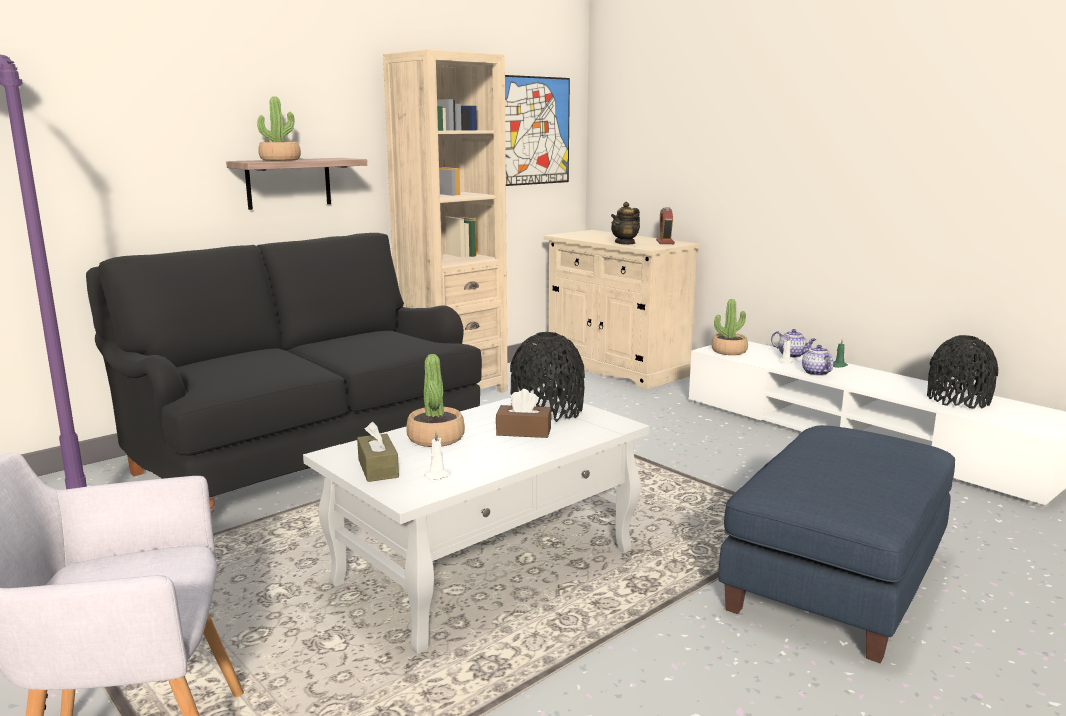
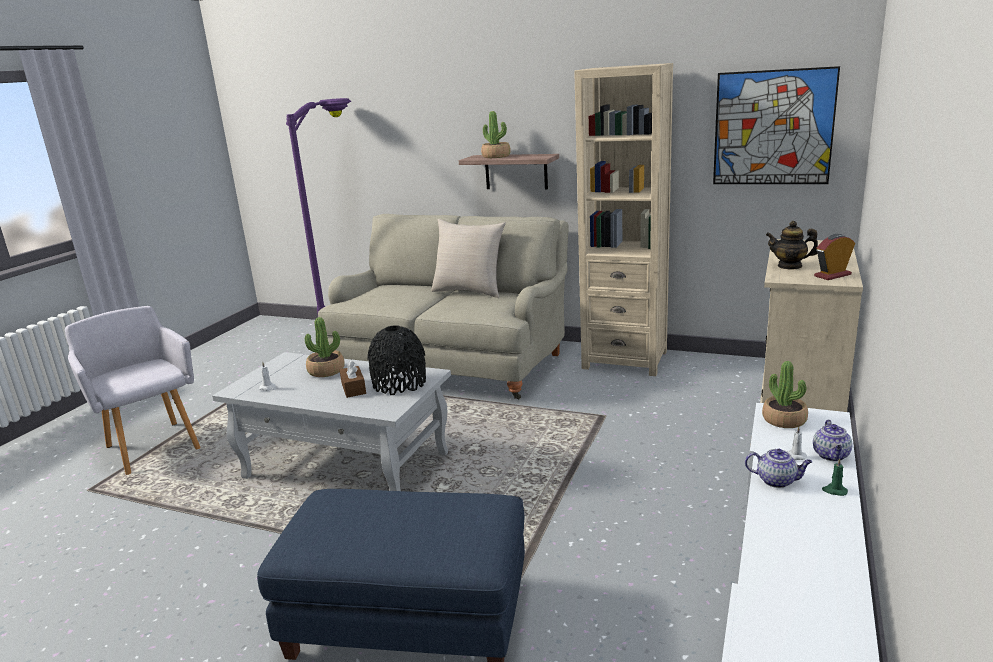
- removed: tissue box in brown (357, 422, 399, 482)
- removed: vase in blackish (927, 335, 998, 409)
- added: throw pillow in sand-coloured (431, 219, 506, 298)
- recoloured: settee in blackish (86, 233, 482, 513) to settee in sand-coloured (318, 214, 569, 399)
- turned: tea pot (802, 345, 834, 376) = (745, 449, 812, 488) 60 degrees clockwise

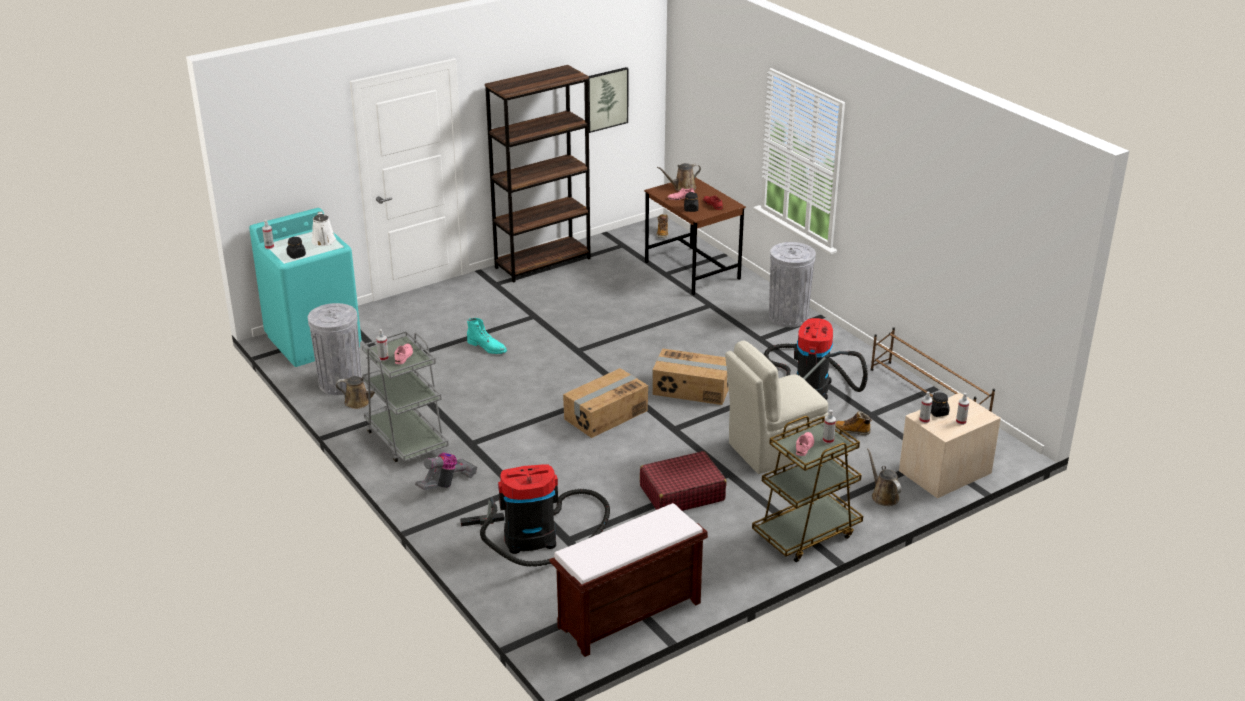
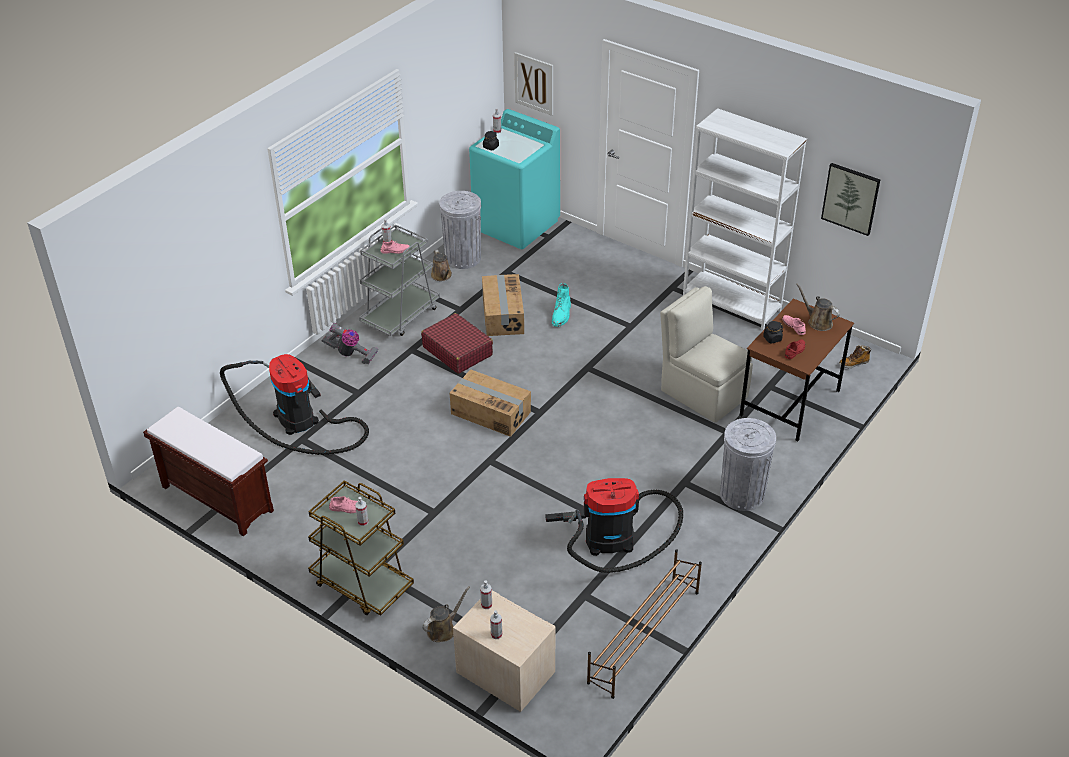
- removed: watering pot in white (311, 211, 336, 246)
- removed: tall boot (835, 411, 872, 435)
- removed: preserve jar in blackish (931, 392, 950, 417)
- added: picture (514, 52, 553, 116)
- moved: travel case in reddish (640, 451, 727, 511) to (421, 313, 493, 374)
- moved: carton (652, 349, 729, 405) to (482, 274, 524, 336)
- moved: plain chair in sand-coloured (725, 341, 829, 474) to (660, 286, 753, 422)
- recoloured: bookshelf in brown (485, 65, 591, 283) to bookshelf in white (683, 108, 807, 330)

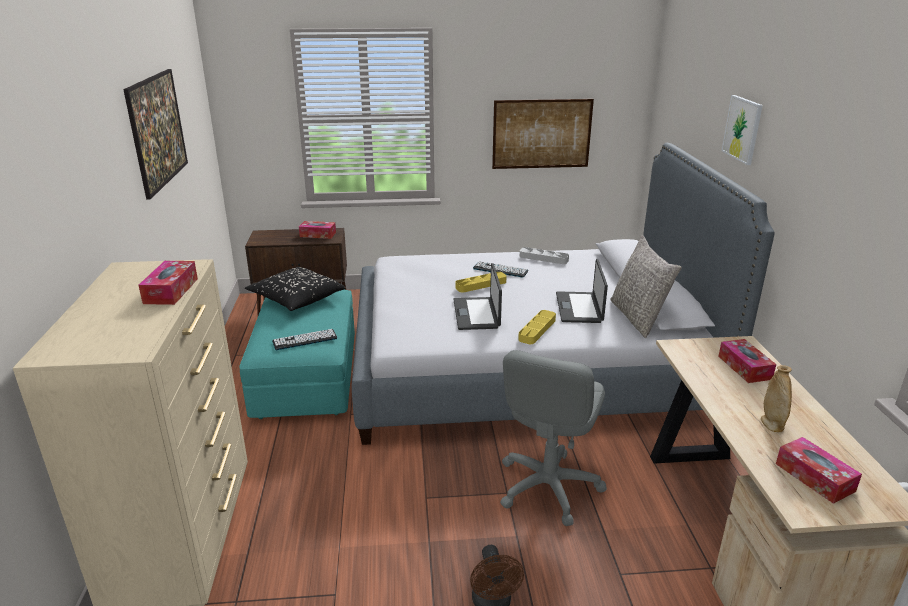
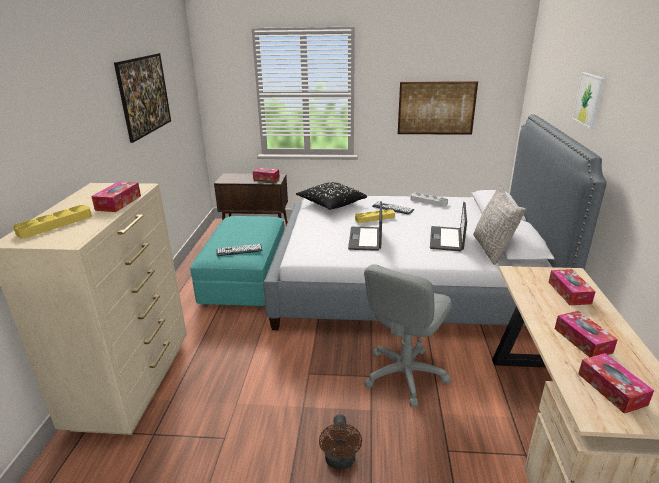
- moved: throw pillow in blackish (245, 267, 345, 311) to (296, 182, 367, 210)
- moved: carrying tray in yellow-coloured (518, 310, 556, 344) to (13, 205, 92, 238)
- replaced: vase in sand-coloured (761, 365, 792, 432) to tissue box (555, 311, 618, 357)

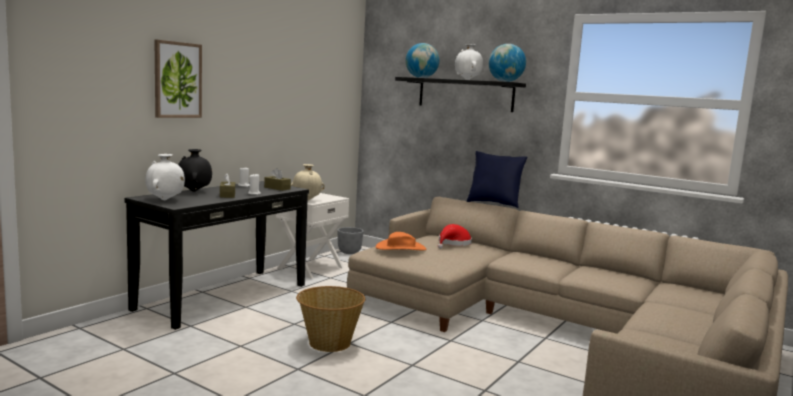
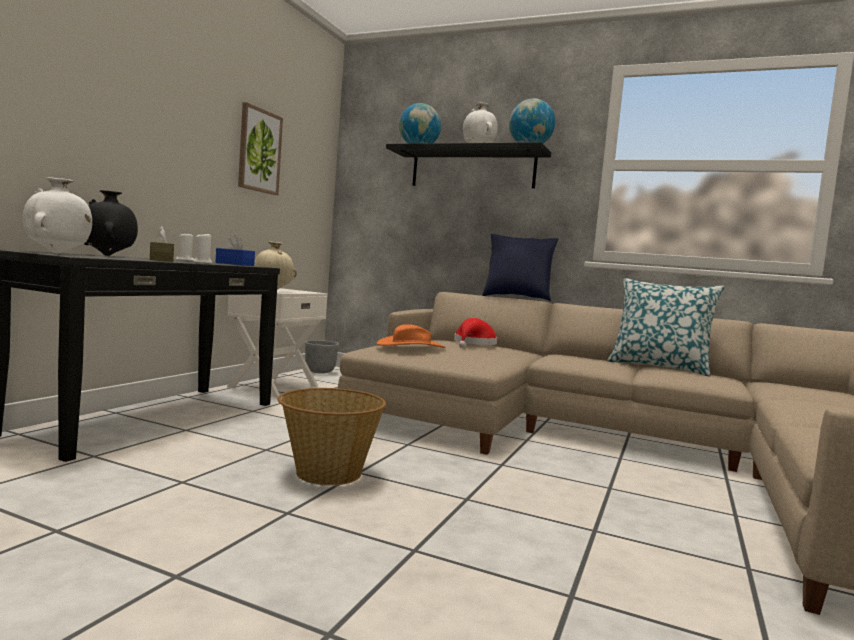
- added: throw pillow (607, 278, 724, 377)
- moved: picture (155, 40, 202, 118) to (238, 102, 283, 195)
- recoloured: tissue box in brown (264, 168, 291, 191) to tissue box in blue (215, 235, 255, 266)

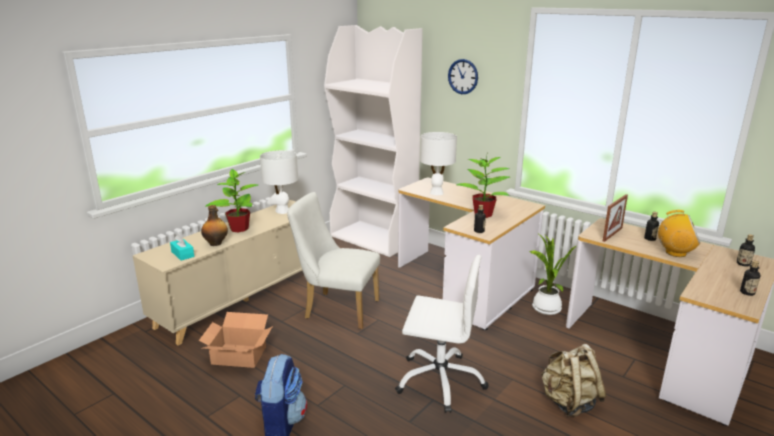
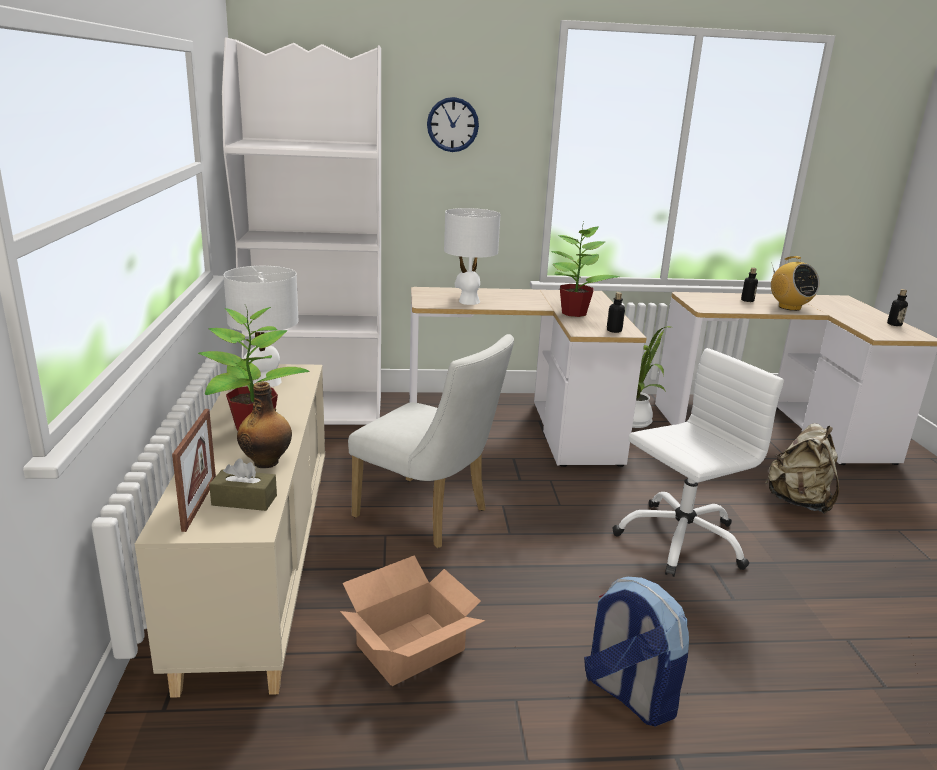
- removed: beverage bottle (737, 235, 755, 266)
- moved: standing frame (603, 194, 628, 242) to (172, 409, 216, 532)
- recoloured: tissue box in turquoise (170, 235, 194, 261) to tissue box in brown (209, 458, 277, 511)
- turned: plain chair in white (287, 192, 380, 329) = (348, 334, 514, 548) 120 degrees counterclockwise
- turned: radio set (658, 210, 700, 257) = (771, 256, 820, 311) 90 degrees clockwise

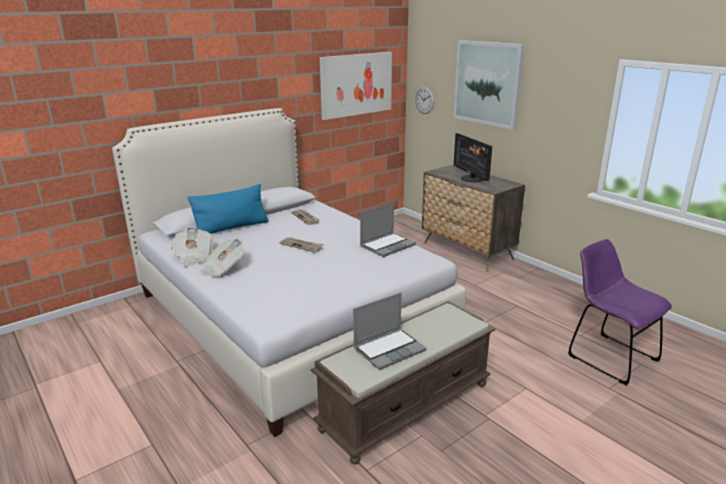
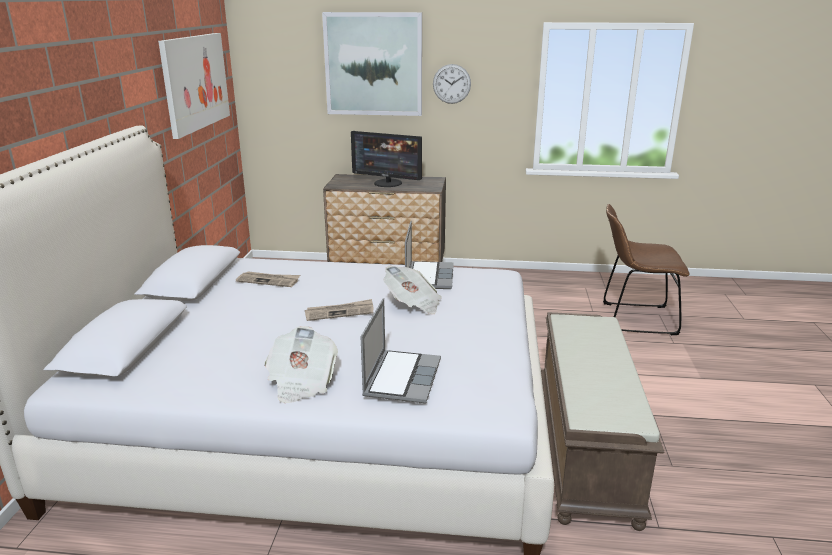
- removed: throw pillow in blue (188, 184, 269, 234)
- moved: printed paper (171, 227, 213, 267) to (383, 266, 442, 314)
- moved: laptop (353, 293, 427, 370) to (361, 298, 441, 403)
- moved: wall clock (415, 86, 434, 114) to (433, 64, 471, 104)
- recoloured: plain chair in purplish (568, 239, 672, 385) to plain chair in brown (603, 204, 689, 335)

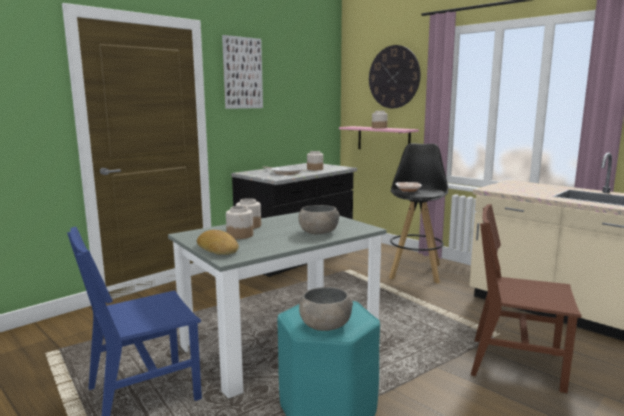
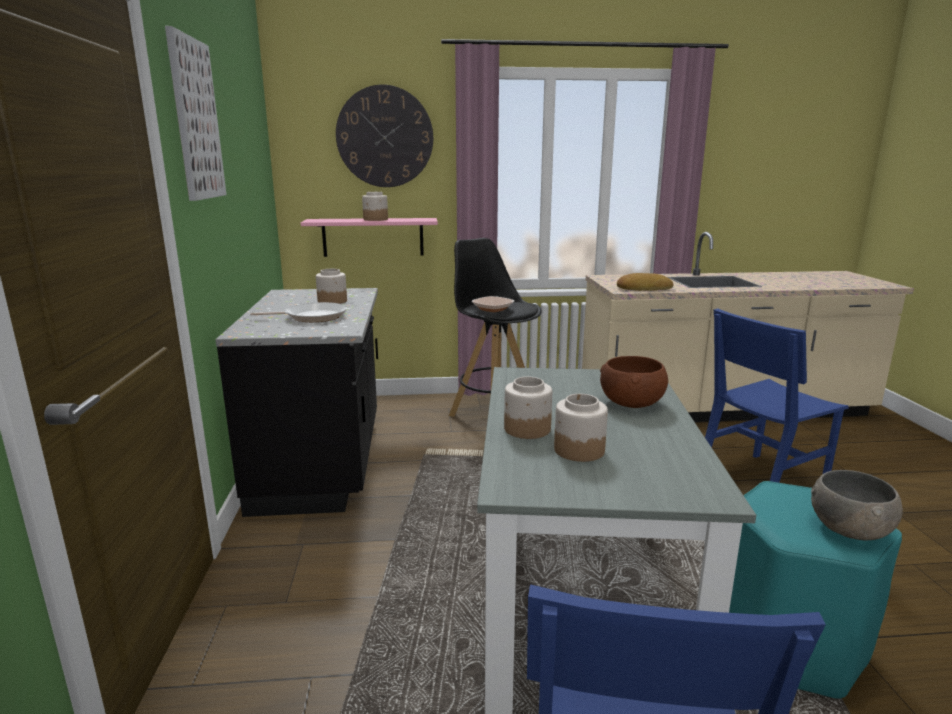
- moved: bread (197, 230, 239, 255) to (617, 273, 673, 291)
- recoloured: deep dish in greyish (298, 205, 340, 234) to deep dish in brown (600, 356, 668, 408)
- recoloured: plain chair in brown (471, 204, 582, 393) to plain chair in blue (705, 308, 849, 483)

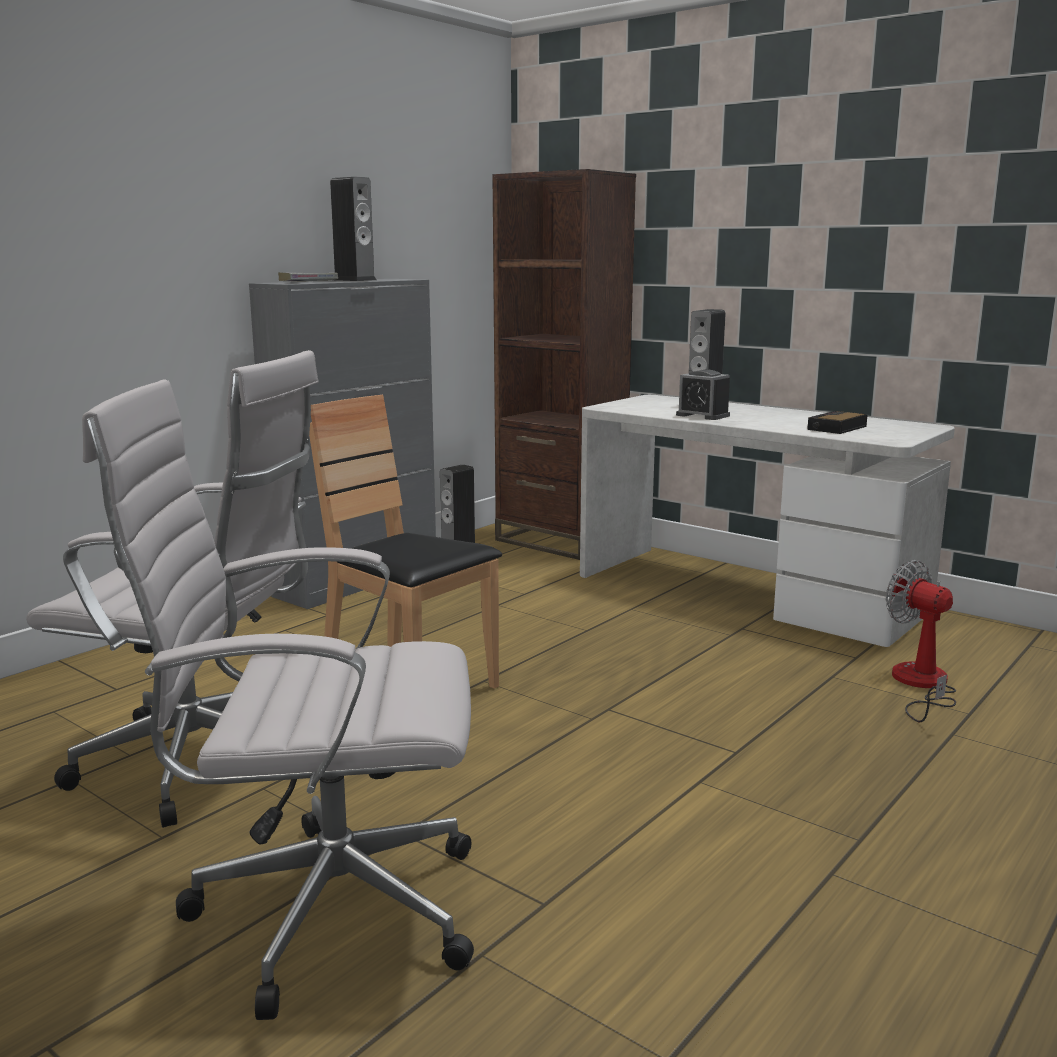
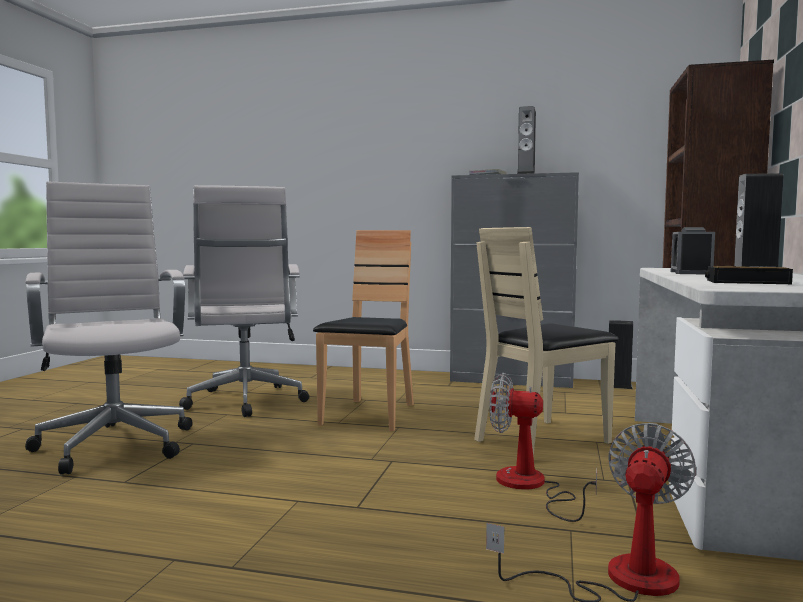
- added: plain chair in sand-coloured (474, 227, 619, 457)
- added: fan (490, 373, 597, 522)

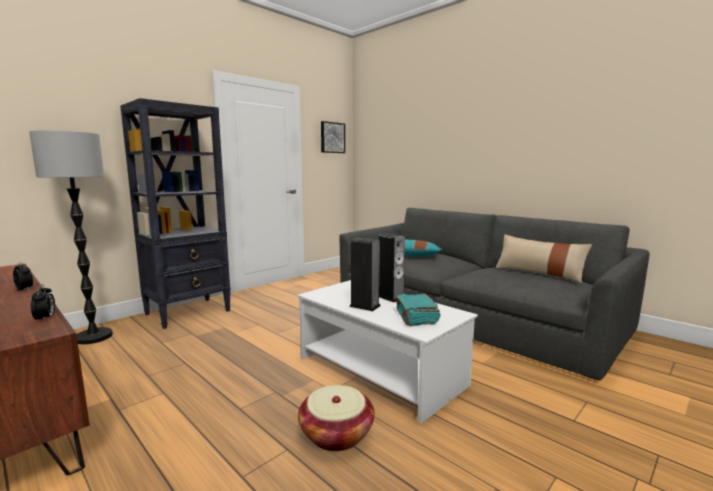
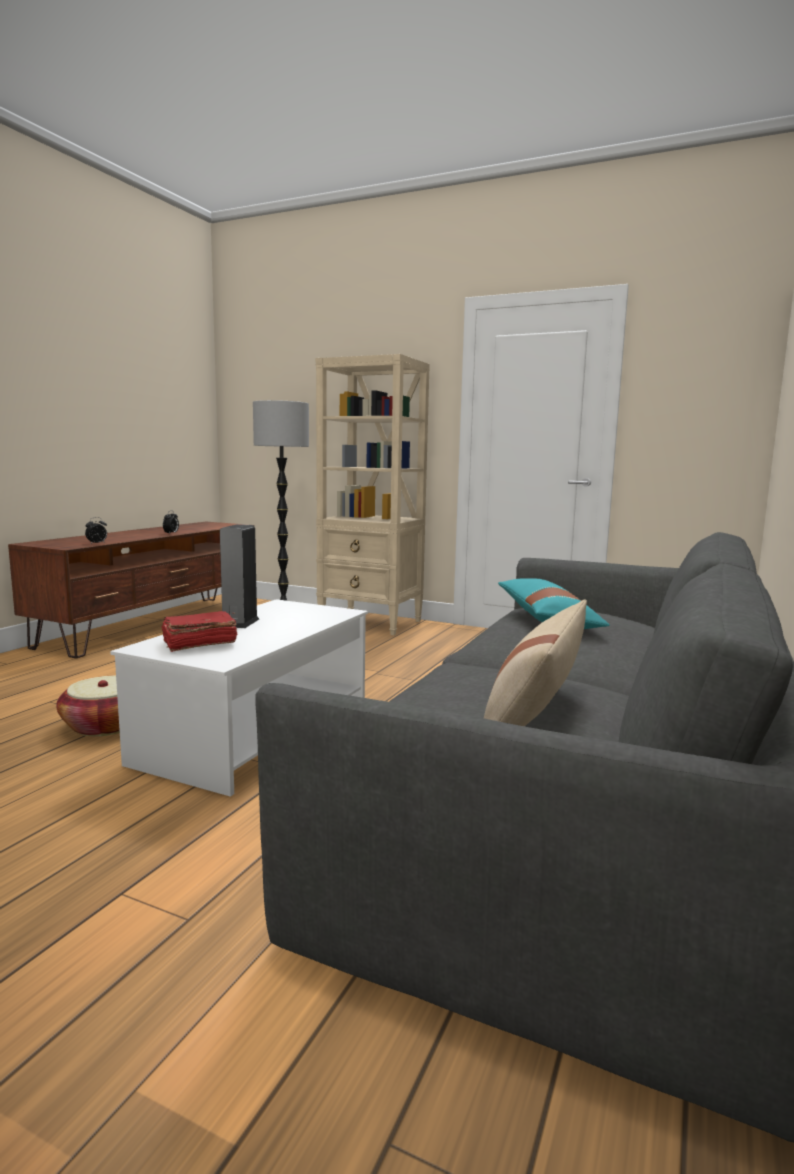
- removed: picture (321, 121, 345, 153)
- removed: loudspeaker (379, 233, 405, 302)
- recoloured: bookshelf in blackish (120, 98, 231, 329) to bookshelf in sand-coloured (316, 354, 430, 635)
- recoloured: bound book in turquoise (395, 294, 441, 326) to bound book in reddish (161, 611, 237, 652)

